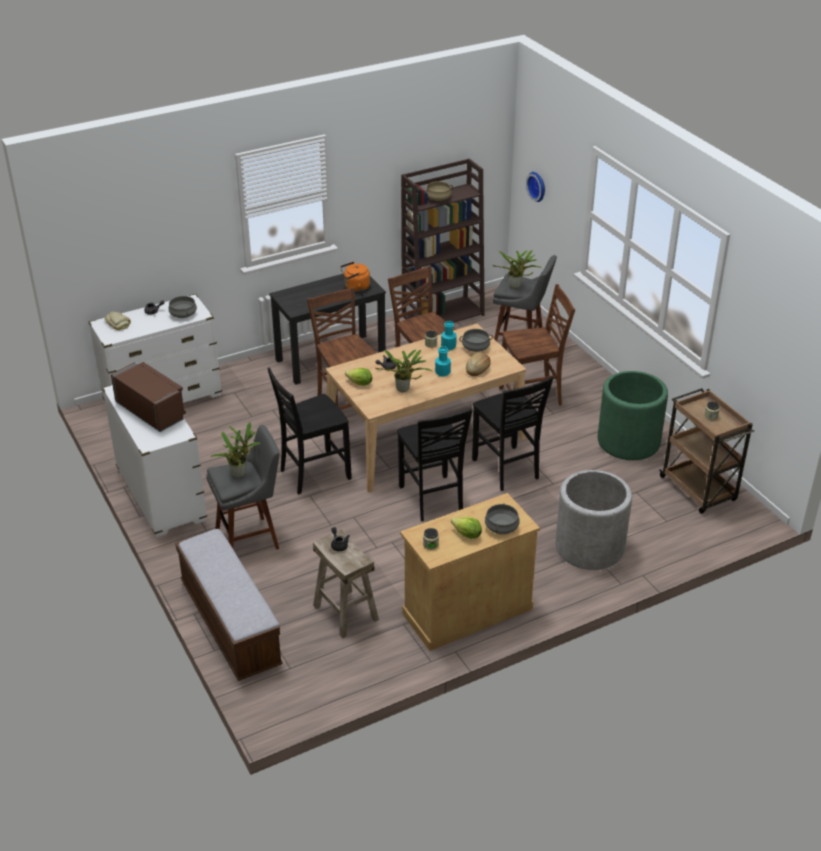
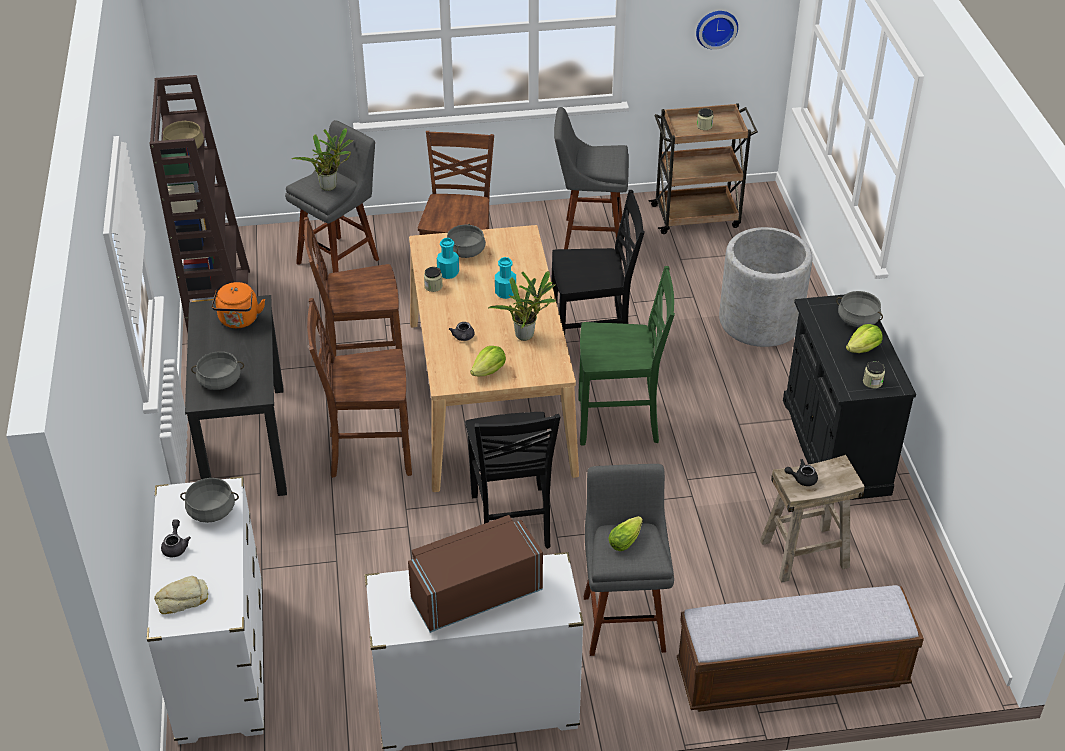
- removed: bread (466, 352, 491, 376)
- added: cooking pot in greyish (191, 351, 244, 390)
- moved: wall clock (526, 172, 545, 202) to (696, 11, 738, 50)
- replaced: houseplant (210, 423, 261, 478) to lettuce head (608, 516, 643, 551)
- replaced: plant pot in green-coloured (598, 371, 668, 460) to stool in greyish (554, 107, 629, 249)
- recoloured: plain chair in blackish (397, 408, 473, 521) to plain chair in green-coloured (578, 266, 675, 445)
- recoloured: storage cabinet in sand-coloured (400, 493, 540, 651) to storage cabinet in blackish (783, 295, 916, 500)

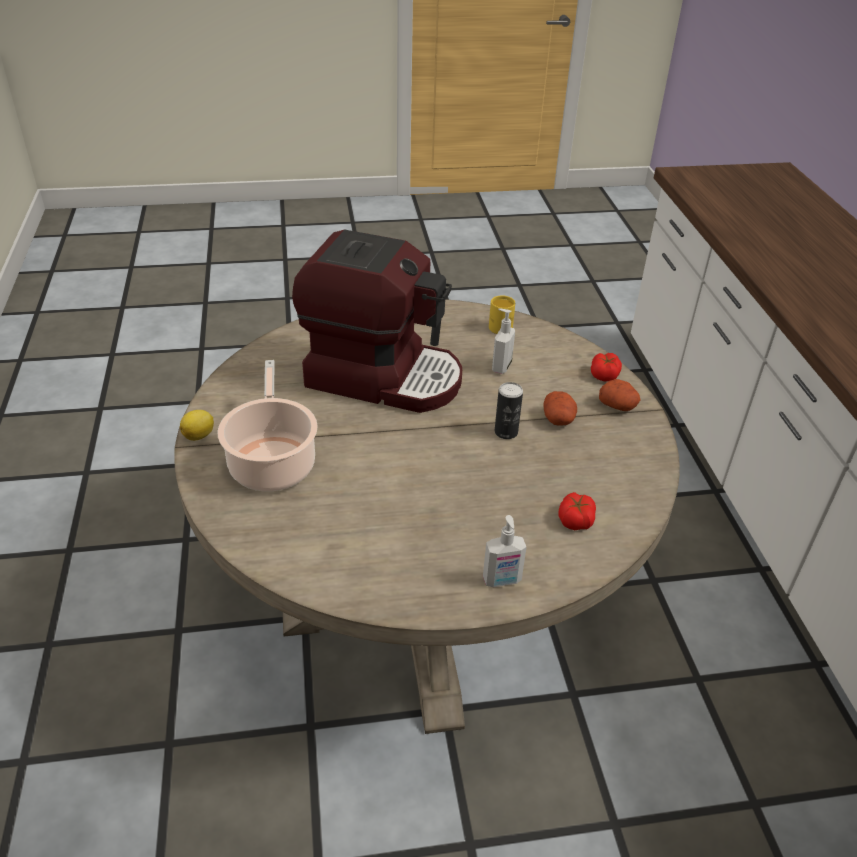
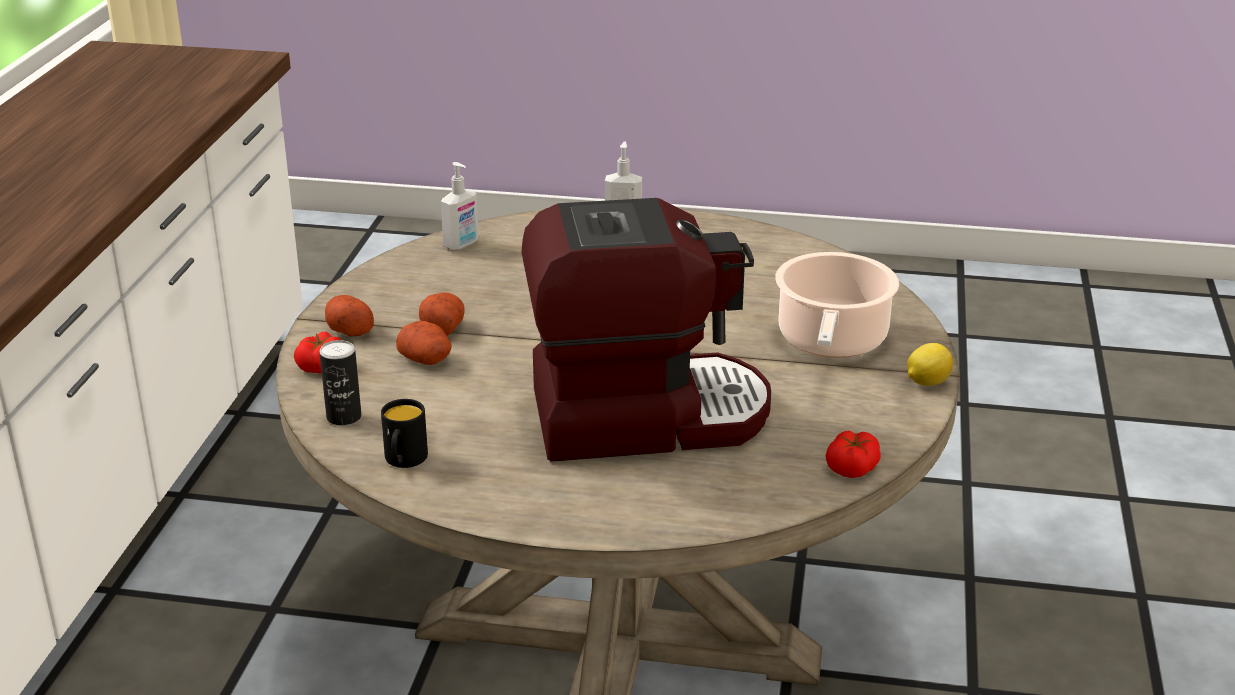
- added: potato (396, 321, 452, 365)
- moved: soap dispenser (492, 308, 515, 374) to (441, 162, 479, 250)
- moved: can (495, 382, 523, 439) to (319, 340, 361, 426)
- moved: tomato (558, 492, 596, 530) to (826, 431, 881, 478)
- recoloured: tea mug in yellow-coloured (489, 295, 515, 334) to tea mug in blackish (381, 399, 428, 468)
- turned: coffee machine (292, 229, 462, 413) = (521, 198, 771, 462) 135 degrees clockwise

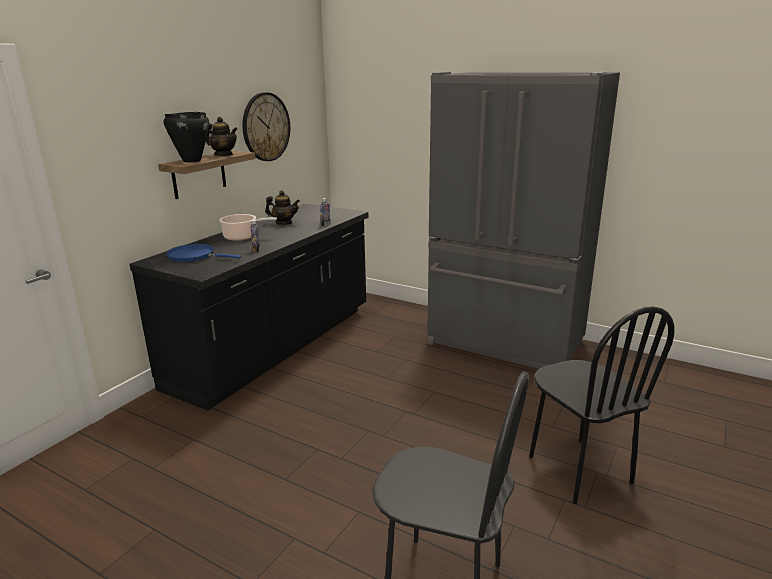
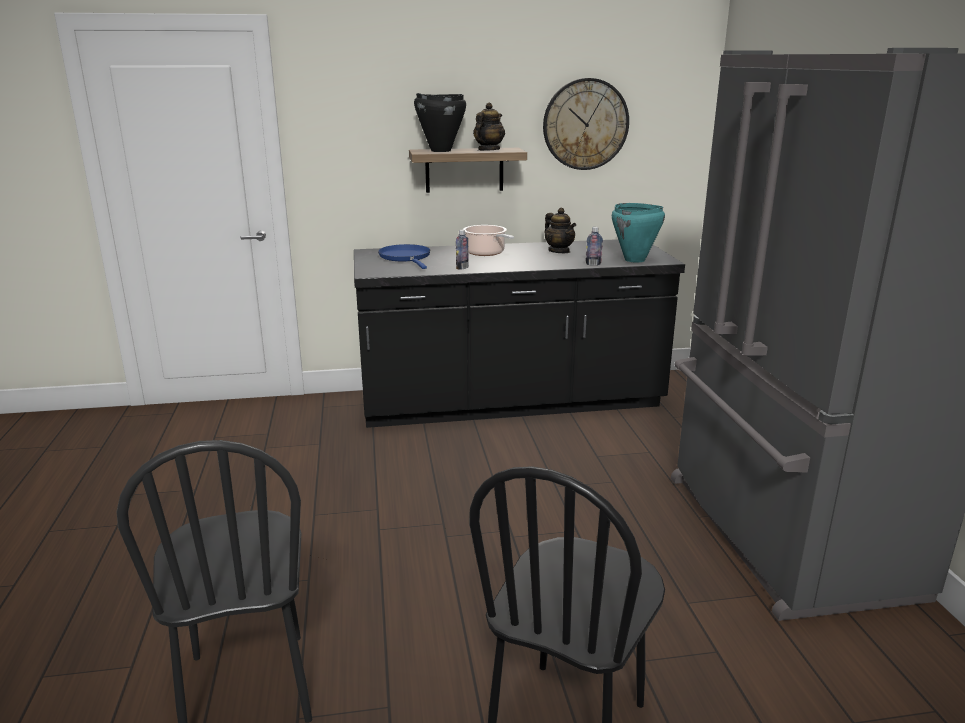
- added: cooking pot in turquoise (612, 203, 665, 262)
- turned: tea pot (206, 117, 238, 156) = (473, 102, 505, 151) 135 degrees counterclockwise

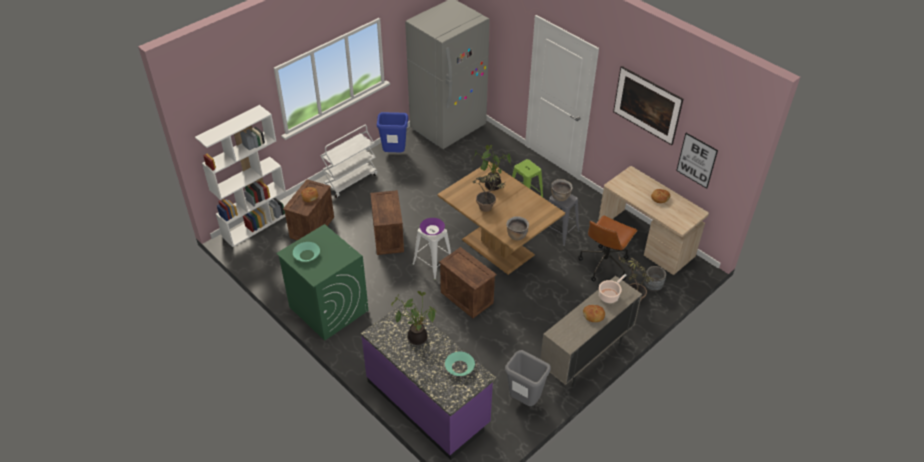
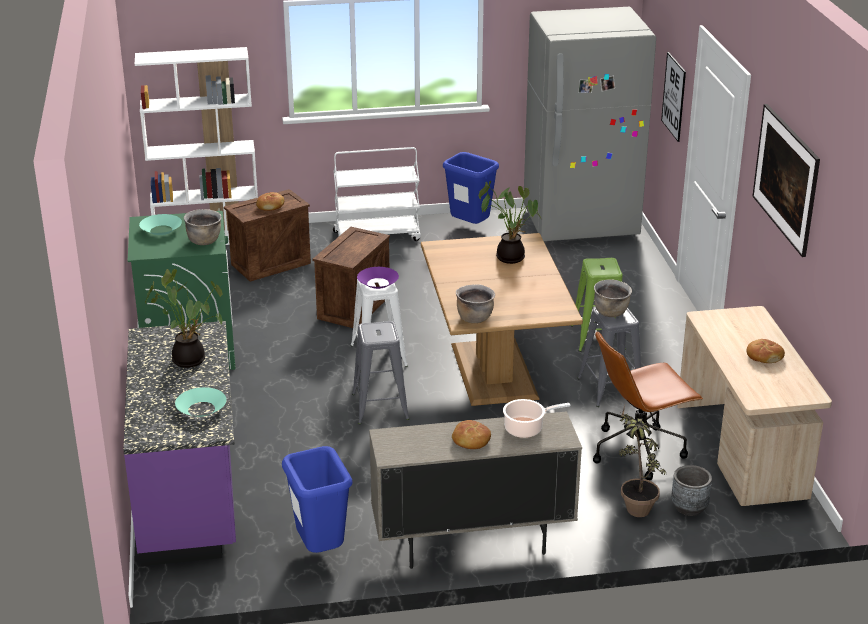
- removed: houseplant (473, 173, 506, 212)
- added: cooking pot in brown (184, 209, 222, 245)
- moved: picture (676, 133, 718, 189) to (661, 52, 686, 142)
- replaced: shipping crate (439, 247, 497, 318) to stool in greyish (352, 321, 409, 425)
- recoloured: rubbish bin in greyish (505, 350, 551, 406) to rubbish bin in blue (282, 446, 353, 553)

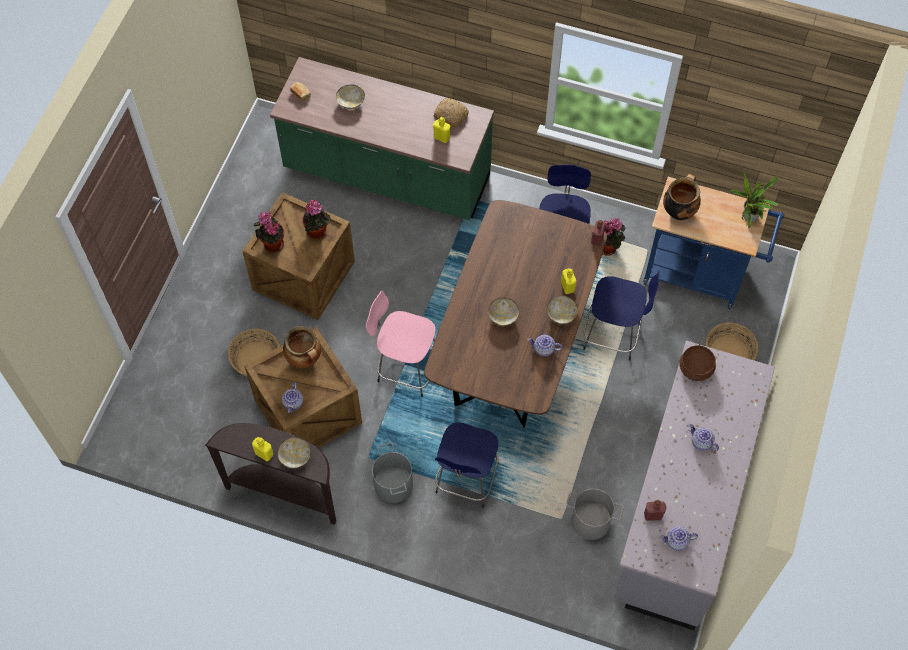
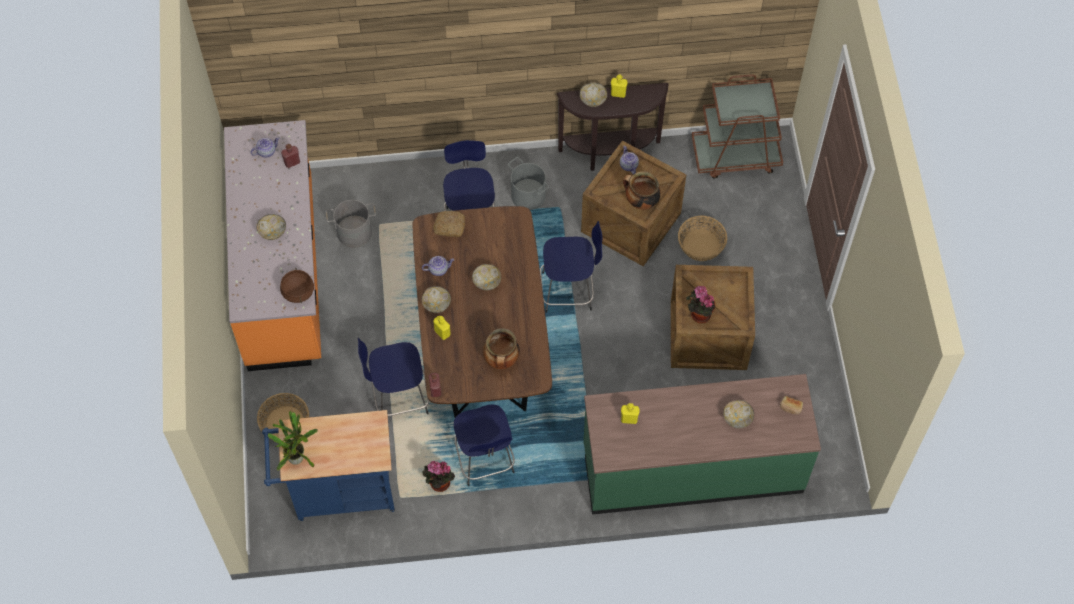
- removed: houseplant (254, 212, 284, 253)
- added: wheeled cart in brown (692, 74, 783, 178)
- moved: bread (433, 98, 469, 127) to (433, 211, 465, 237)
- moved: cooking pot (663, 174, 701, 220) to (483, 328, 520, 369)
- replaced: tea pot (689, 424, 719, 451) to deep dish (256, 214, 286, 240)
- recoloured: stool in pinkish (366, 291, 436, 397) to stool in blue (540, 221, 602, 313)
- recoloured: kitchen counter in greyish (614, 341, 775, 630) to kitchen counter in orange (224, 120, 321, 371)

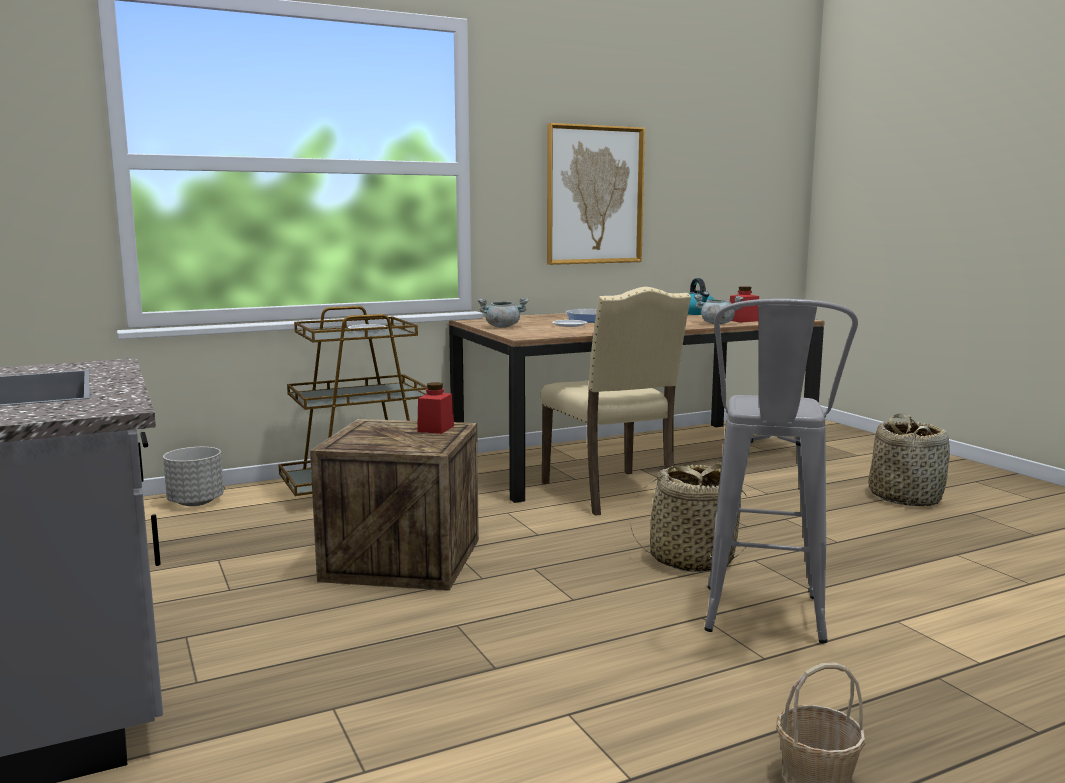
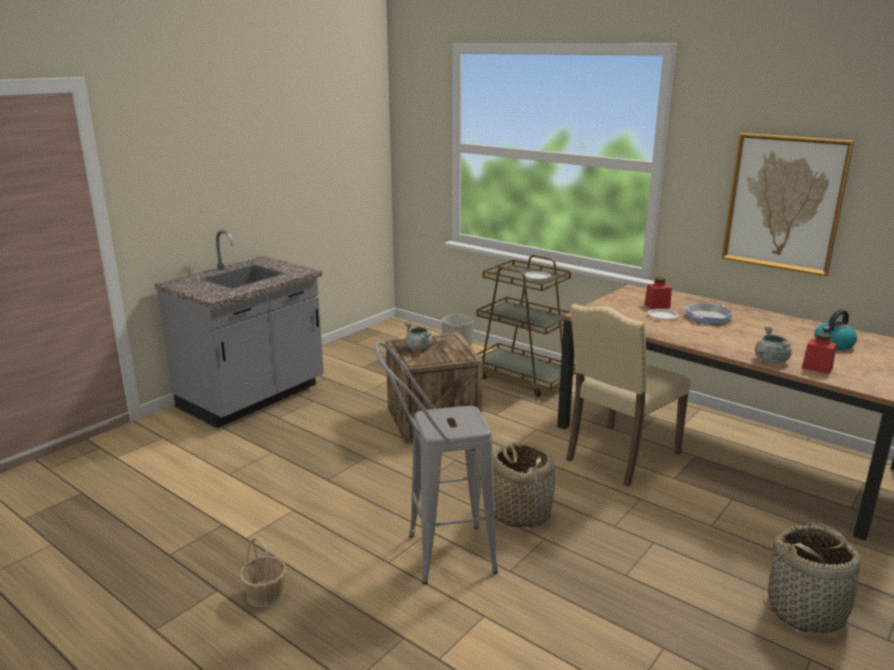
- moved: preserve jar in reddish (417, 382, 454, 434) to (645, 277, 672, 309)
- moved: cooking pot in greyish (478, 297, 528, 328) to (404, 322, 433, 350)

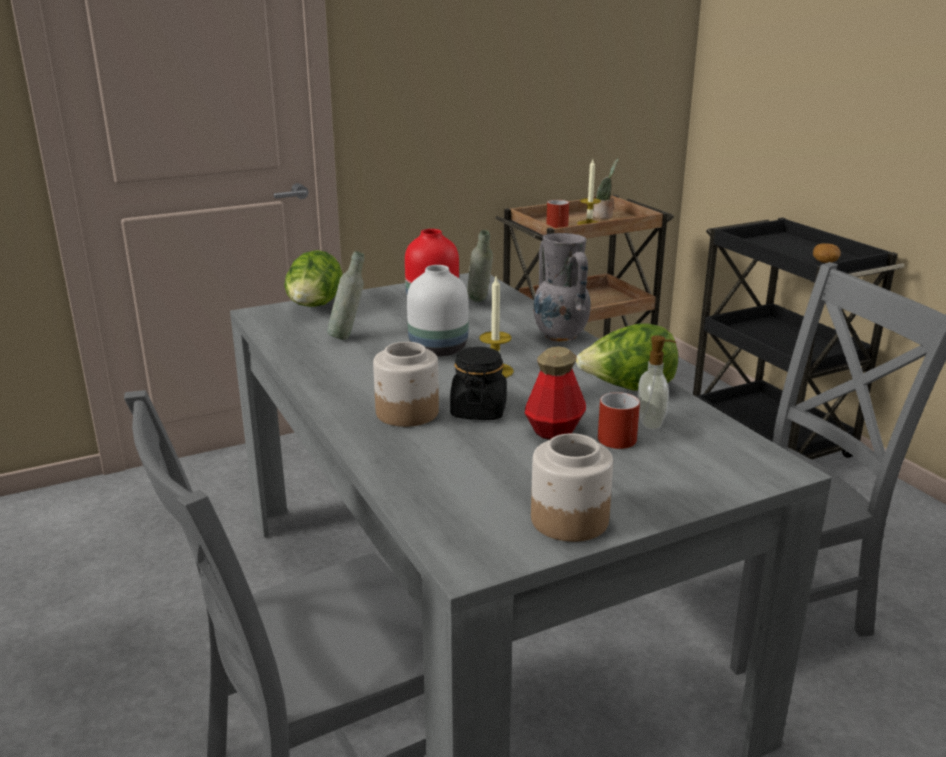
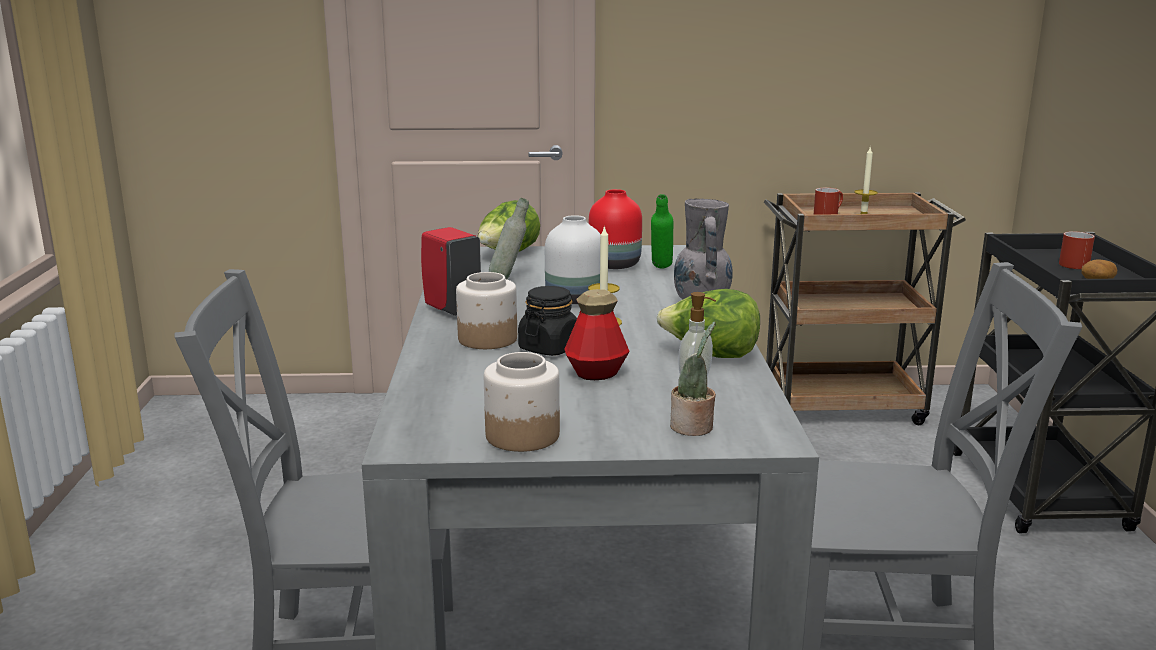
- added: soap dispenser in reddish (421, 227, 481, 316)
- moved: houseplant (593, 158, 619, 219) to (670, 322, 716, 436)
- moved: tea mug in reddish (598, 392, 640, 449) to (1059, 231, 1095, 269)
- recoloured: beverage bottle in greyish (467, 230, 493, 302) to beverage bottle in green-coloured (651, 194, 673, 269)

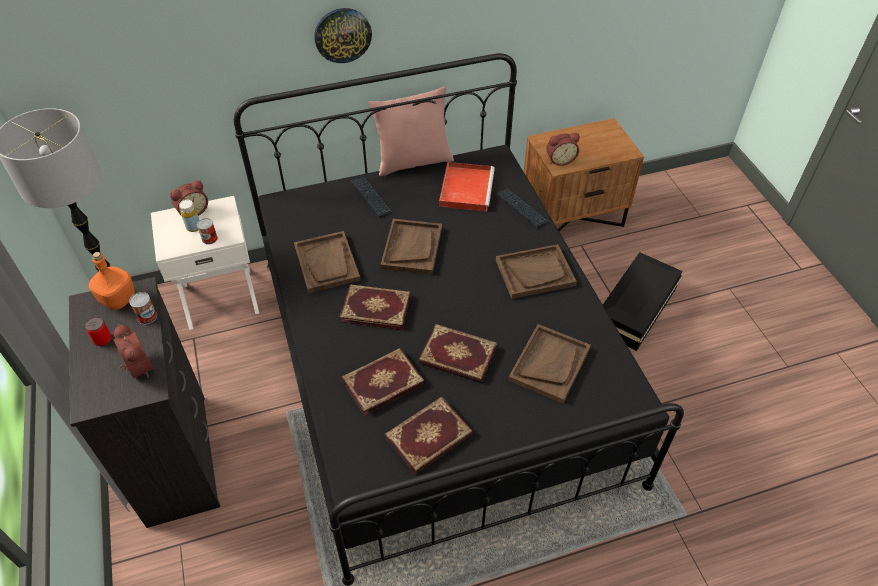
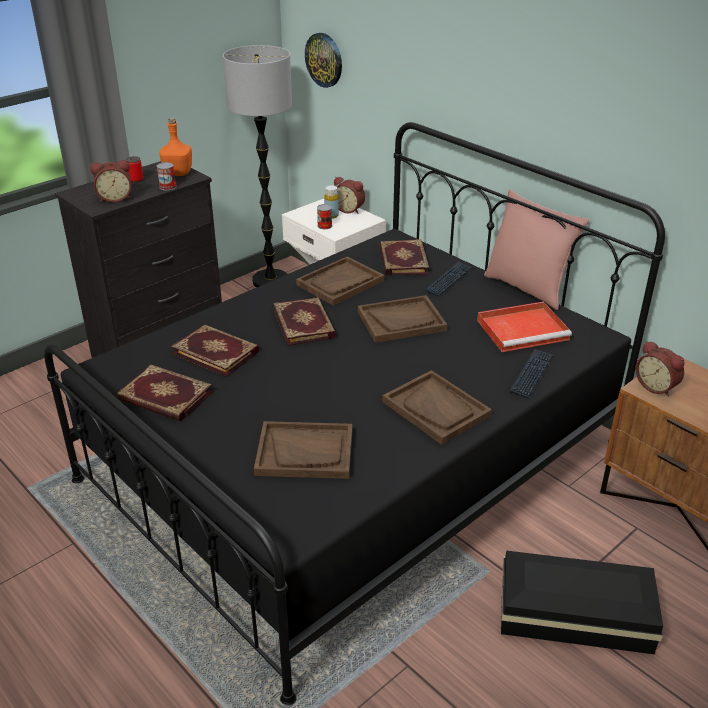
- moved: wall clock (314, 8, 372, 63) to (305, 33, 342, 88)
- moved: bound book (418, 324, 497, 383) to (380, 239, 429, 276)
- turned: table clock (113, 324, 153, 379) = (90, 160, 131, 203) 45 degrees clockwise

